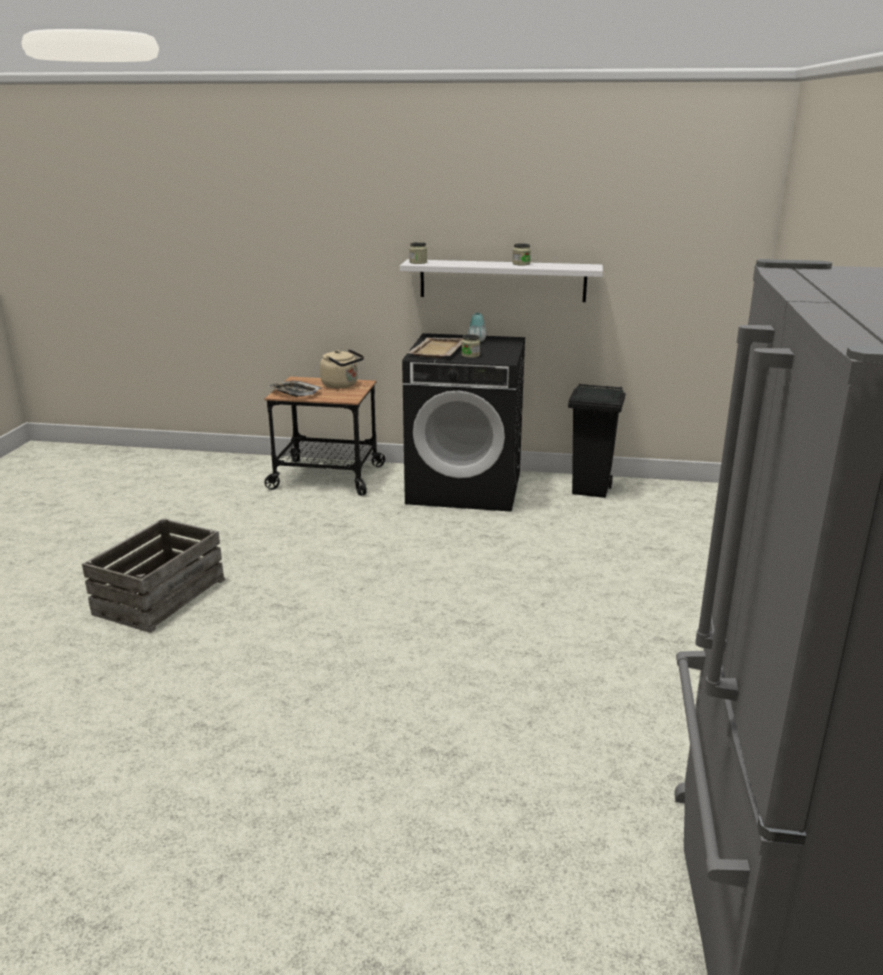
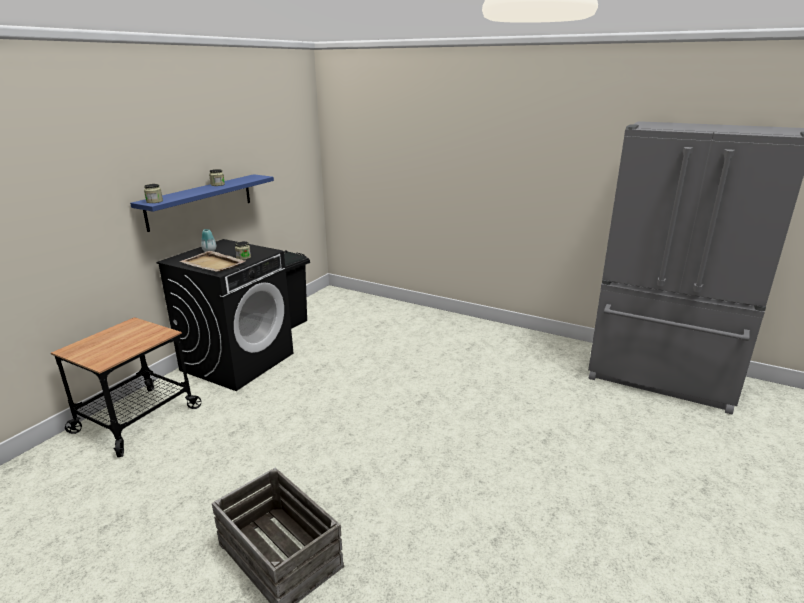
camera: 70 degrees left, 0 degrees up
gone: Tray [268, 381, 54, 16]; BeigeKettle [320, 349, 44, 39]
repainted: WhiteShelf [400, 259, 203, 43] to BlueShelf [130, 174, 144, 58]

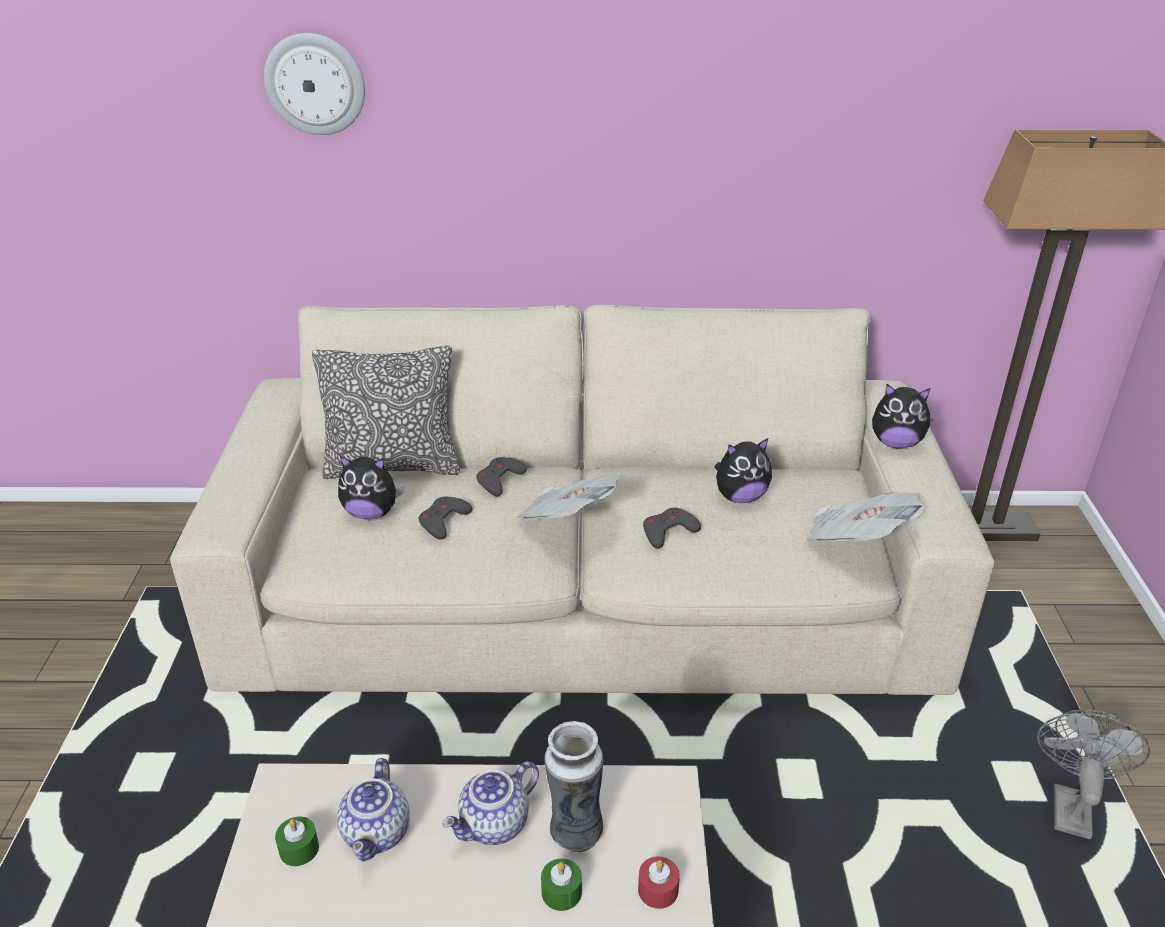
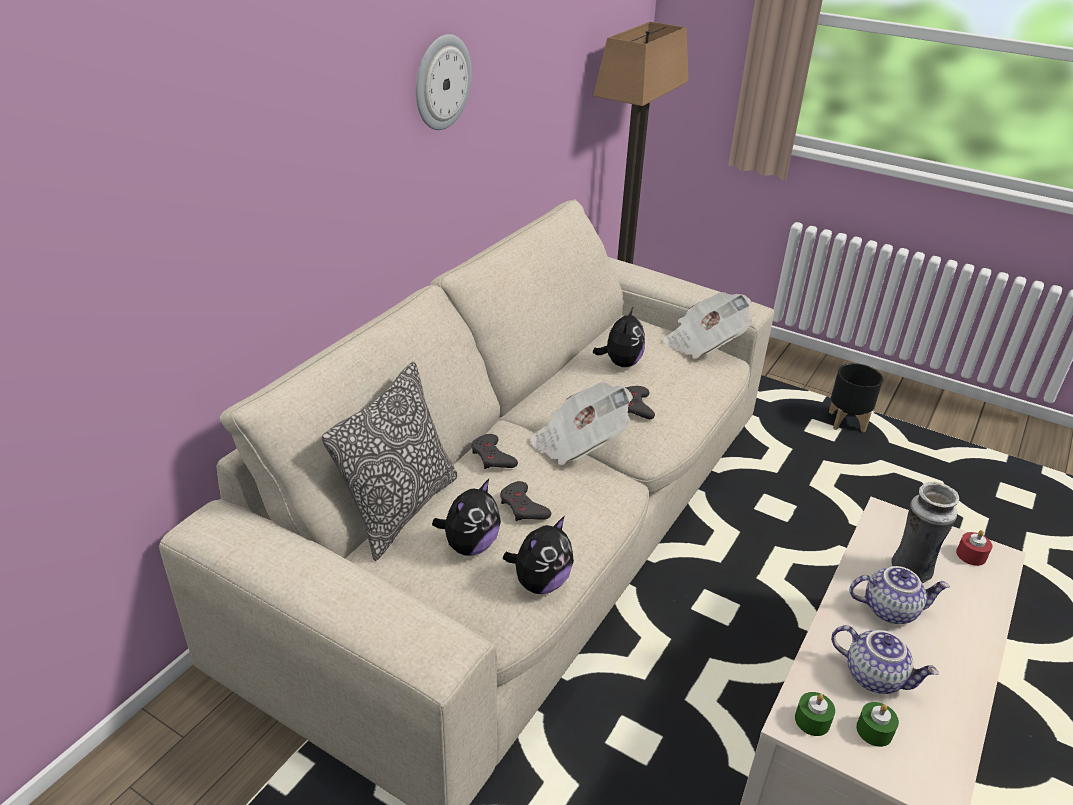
camera: 60 degrees left, 0 degrees up
shifted: WallClock [264, 33, 101, 102] to [416, 34, 56, 96]; PlushToy [872, 384, 61, 65] to [503, 517, 71, 77]; GreenCandle [541, 858, 41, 53] to [795, 692, 40, 44]
swapped: GreyFan [1037, 709, 113, 130] to BlackPlanter [829, 363, 54, 69]
rotated: Teapot [442, 761, 97, 84] = [849, 566, 101, 58] 75 degrees counterclockwise

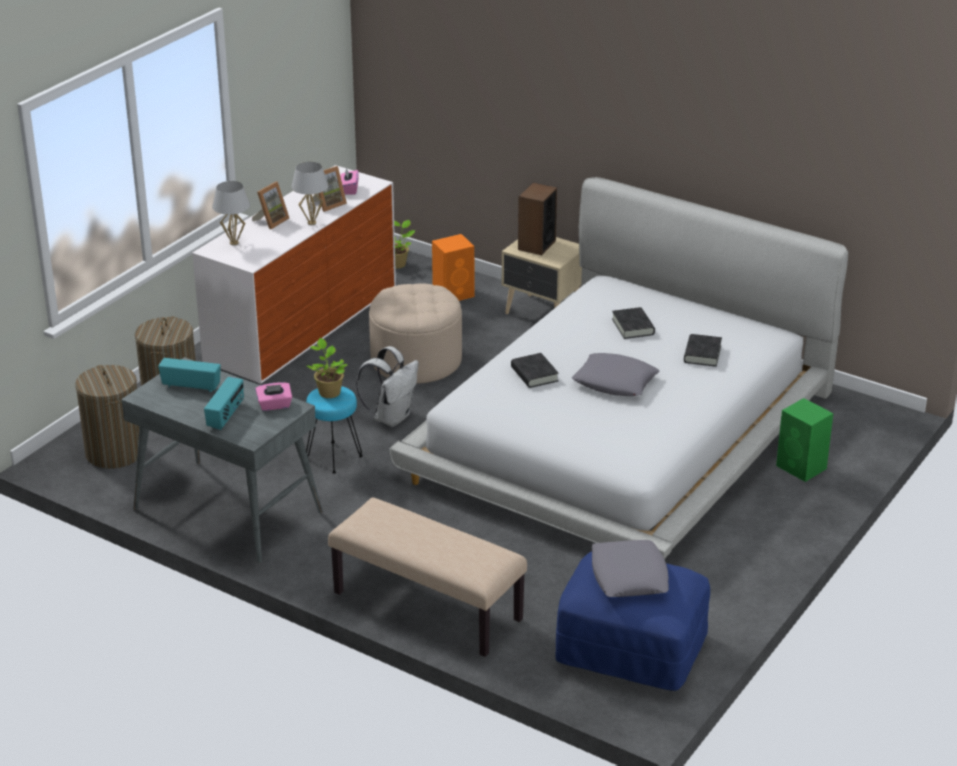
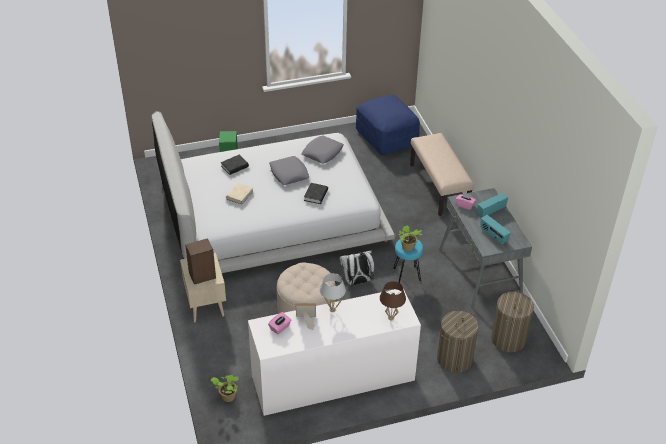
camera: 140 degrees left, 10 degrees up
gone: PictureFrame [252, 182, 38, 47]; OrangeSpeaker [432, 234, 42, 67]
shifted: GreyPillow [592, 540, 77, 57] to [301, 136, 43, 28]
repainted: BlackBook [612, 307, 43, 32] to BeigeBook [226, 183, 27, 22]; WhiteTableLamp [212, 181, 38, 64] to BrownTableLamp [380, 281, 26, 39]

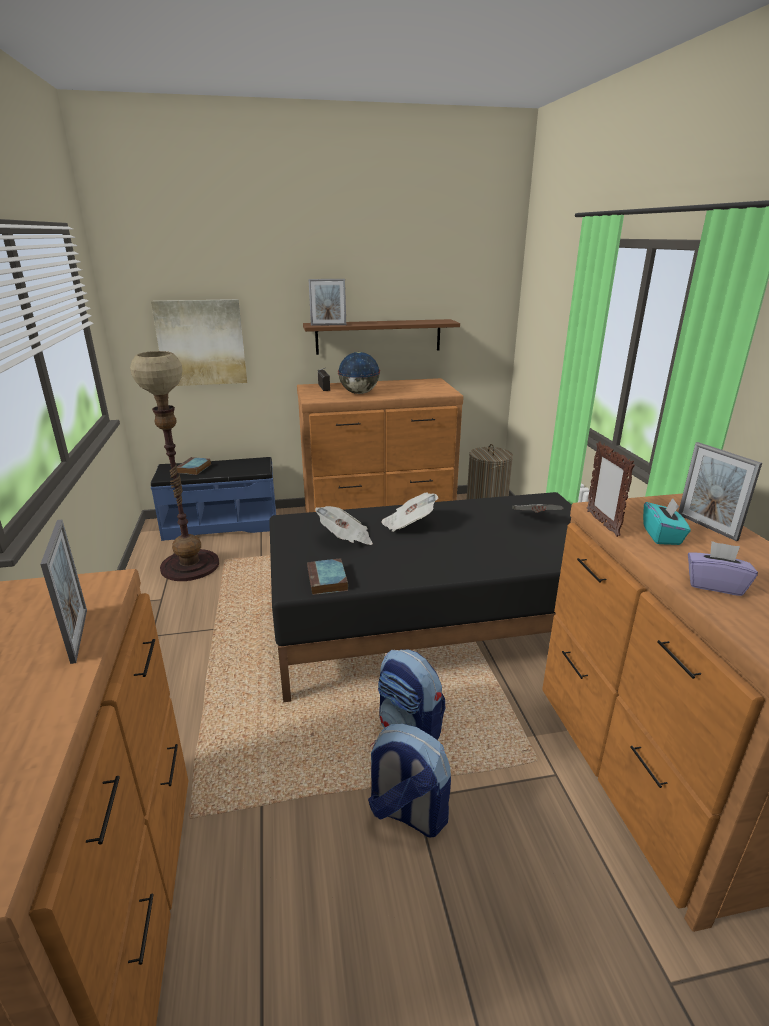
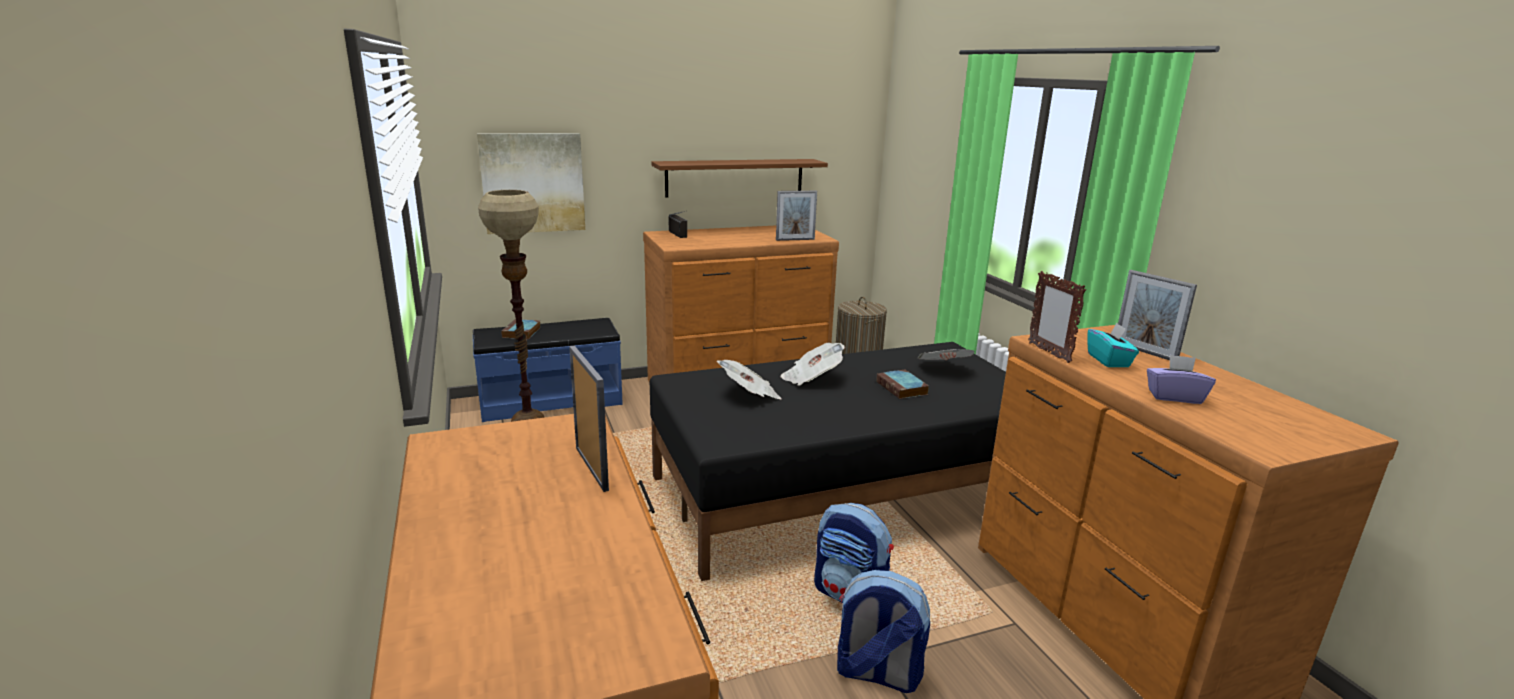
camera: 10 degrees left, 5 degrees down
gone: Globe [338, 352, 42, 42]
shifted: PictureFrame [308, 279, 38, 47] to [776, 191, 41, 50]; Book [307, 558, 41, 37] to [876, 370, 53, 29]

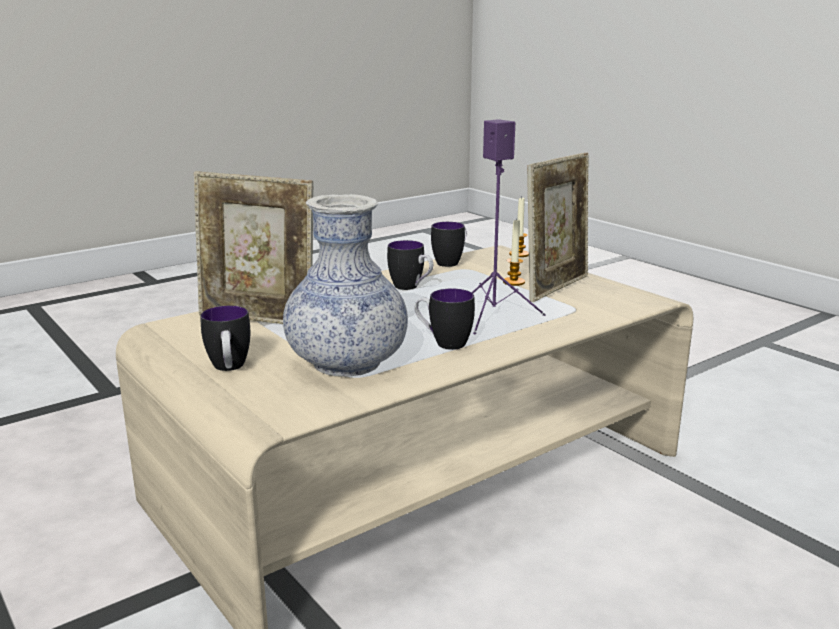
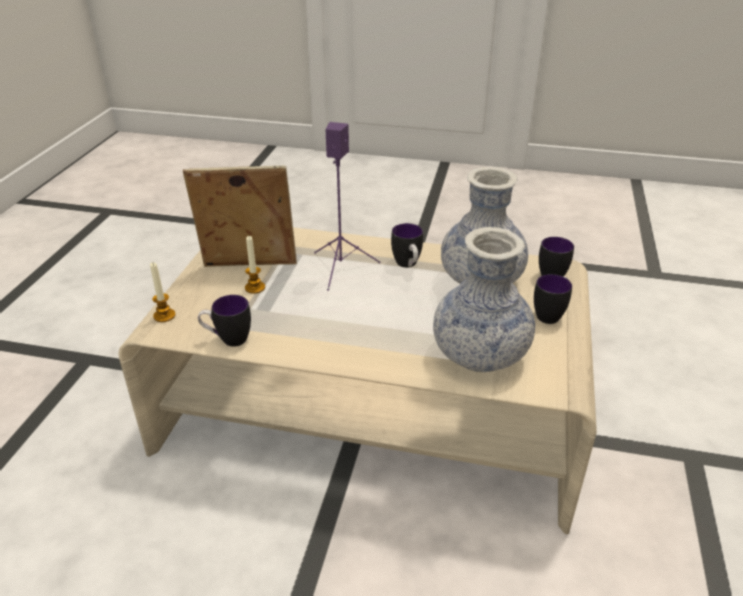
camera: 130 degrees left, 15 degrees up
shifted: Mug [387, 240, 46, 50] to [539, 237, 35, 39]
swapped: PictureFrame [194, 171, 119, 153] to Vase [433, 227, 102, 145]

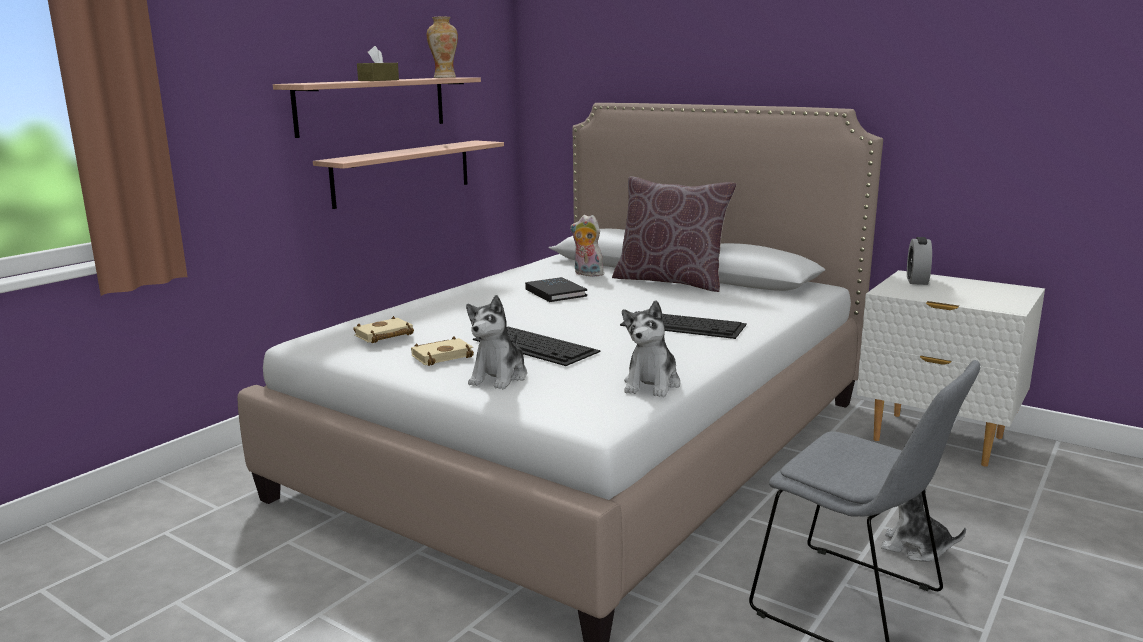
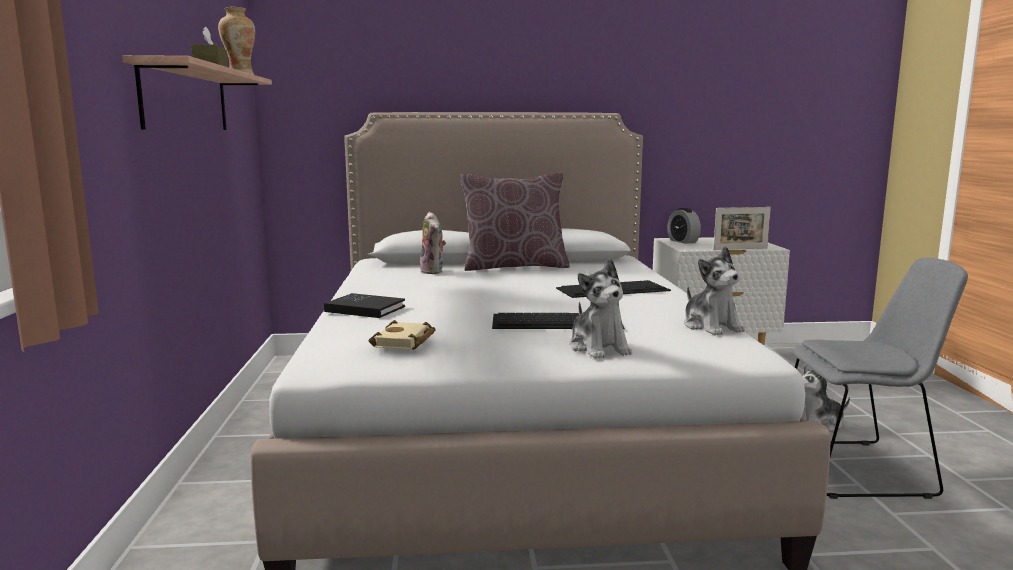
camera: 40 degrees left, 5 degrees down
gone: Shelf [313, 140, 191, 69]; BeigeBook [411, 337, 63, 29]
new: PictureFrame [713, 207, 58, 43]
shifted: BlackBook [525, 277, 62, 25] to [324, 293, 81, 25]
rotated: PlushToy [571, 215, 33, 62] = [420, 212, 26, 62] 105 degrees counterclockwise

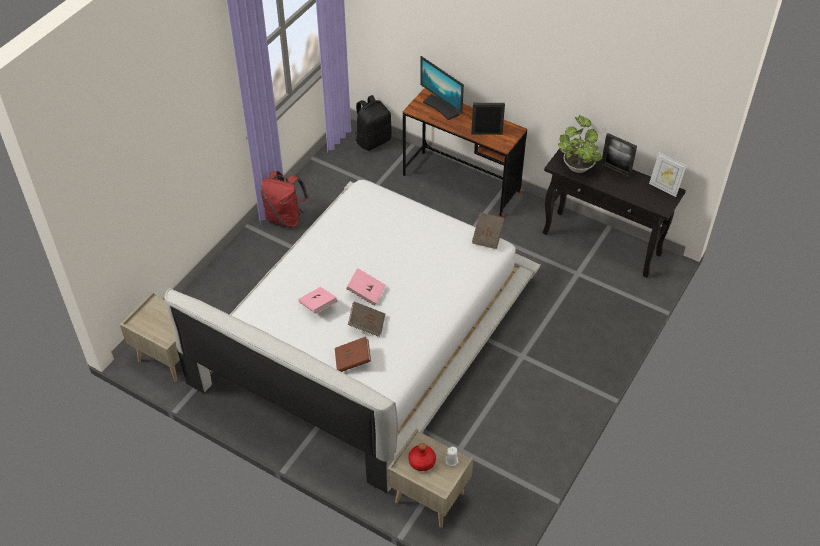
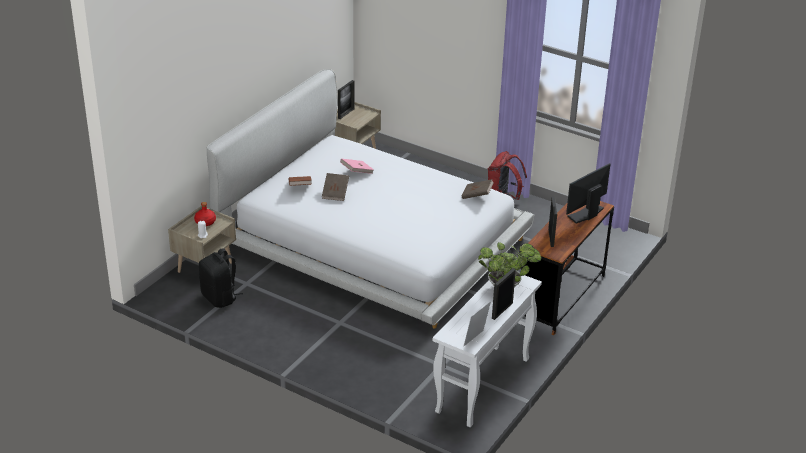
camera: 90 degrees right, 15 degrees down
gone: PinkBook [346, 268, 40, 38]
new: PictureFrame [338, 80, 17, 39]
shifted: BlackBackpack [355, 95, 37, 55] to [199, 248, 44, 60]; BrownBook [472, 213, 33, 36] to [461, 179, 33, 20]
repainted: BlackConsoleTable [543, 148, 143, 130] to WhiteConsoleTable [433, 275, 109, 152]

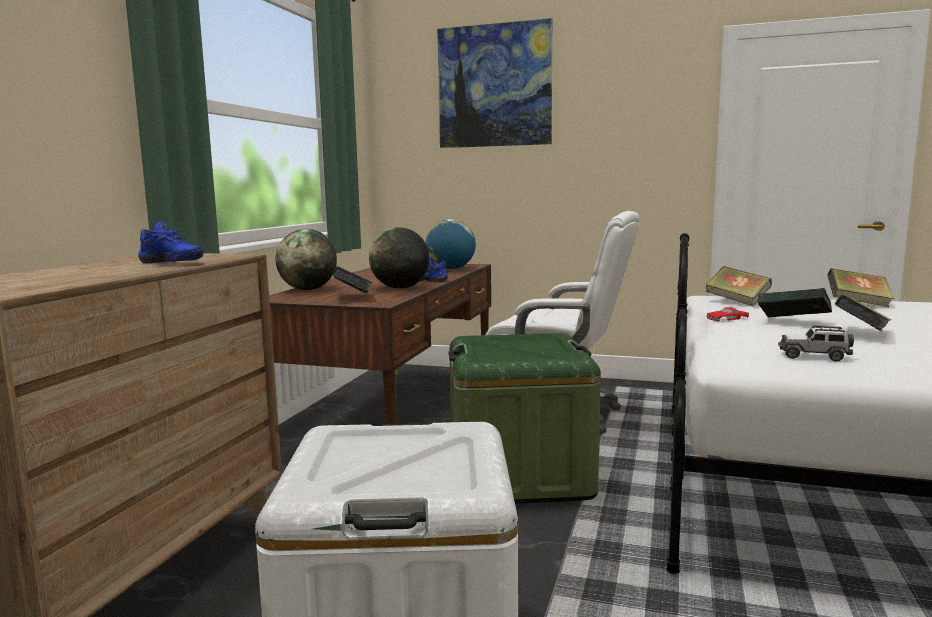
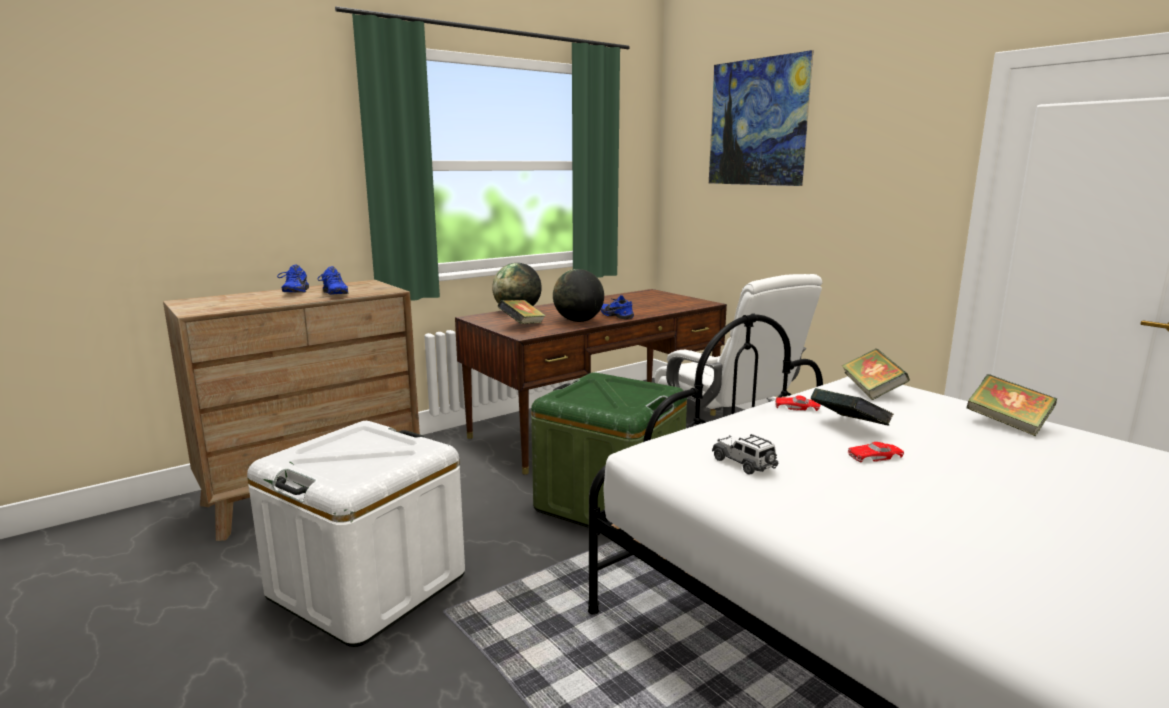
camera: 35 degrees right, 5 degrees up
gone: Globe [426, 219, 50, 51]
new: BlueShoe [277, 264, 32, 29]
swapped: Book [835, 295, 56, 36] to RedToyCar [847, 442, 57, 20]

